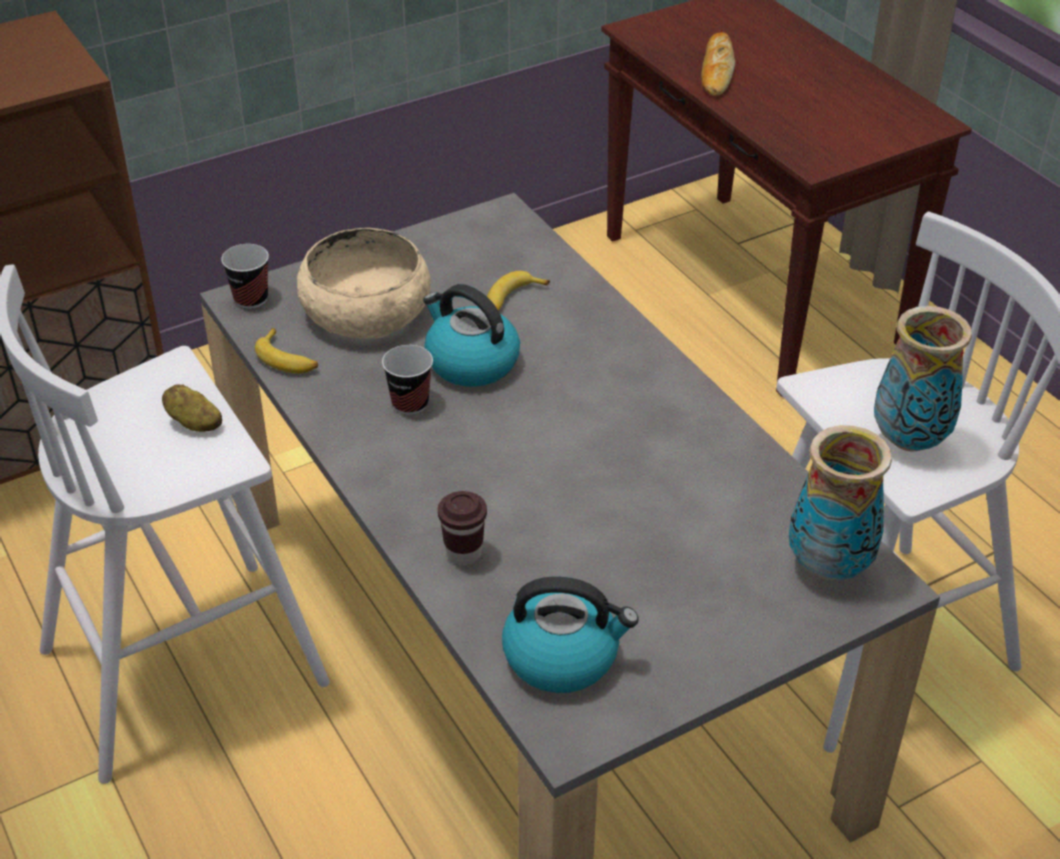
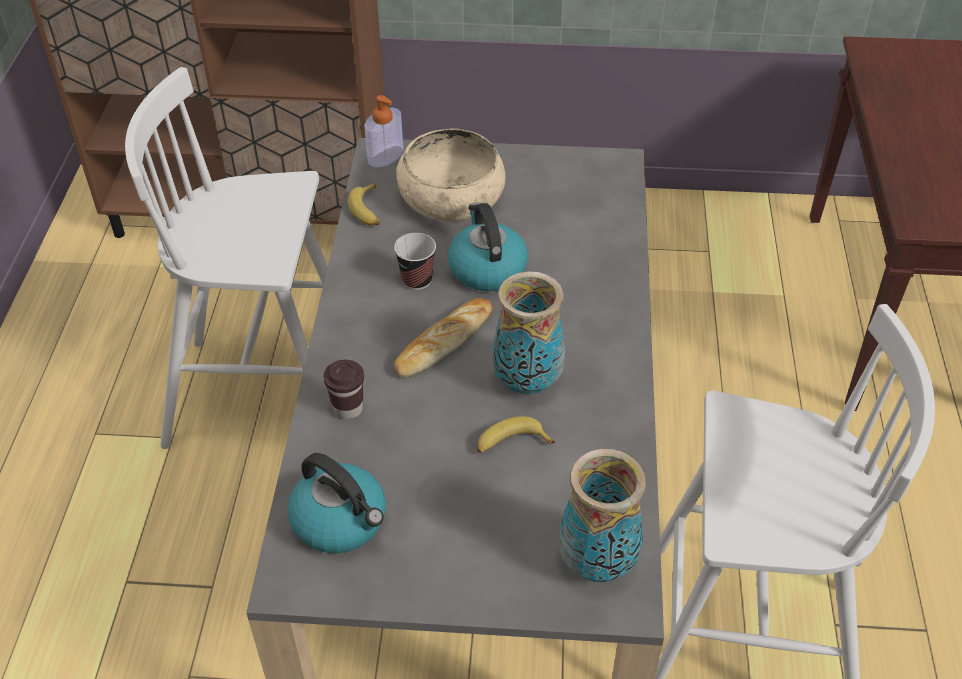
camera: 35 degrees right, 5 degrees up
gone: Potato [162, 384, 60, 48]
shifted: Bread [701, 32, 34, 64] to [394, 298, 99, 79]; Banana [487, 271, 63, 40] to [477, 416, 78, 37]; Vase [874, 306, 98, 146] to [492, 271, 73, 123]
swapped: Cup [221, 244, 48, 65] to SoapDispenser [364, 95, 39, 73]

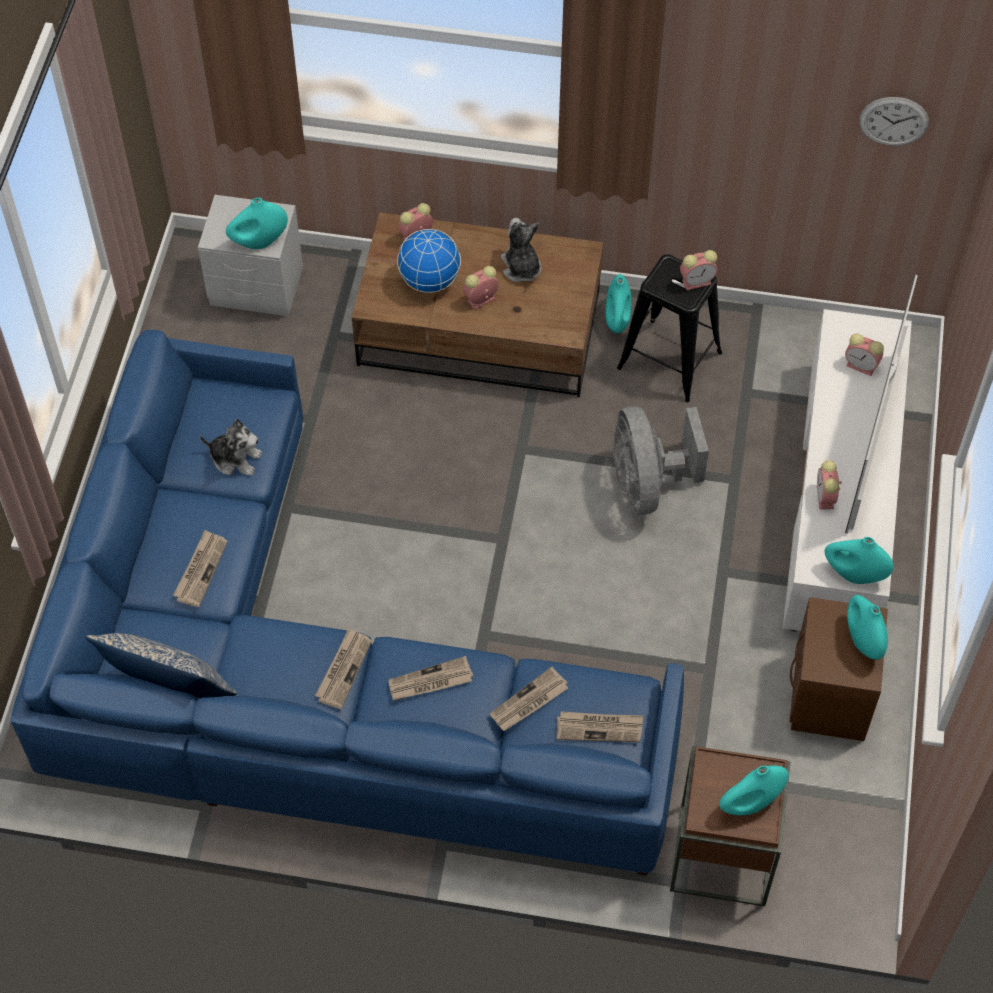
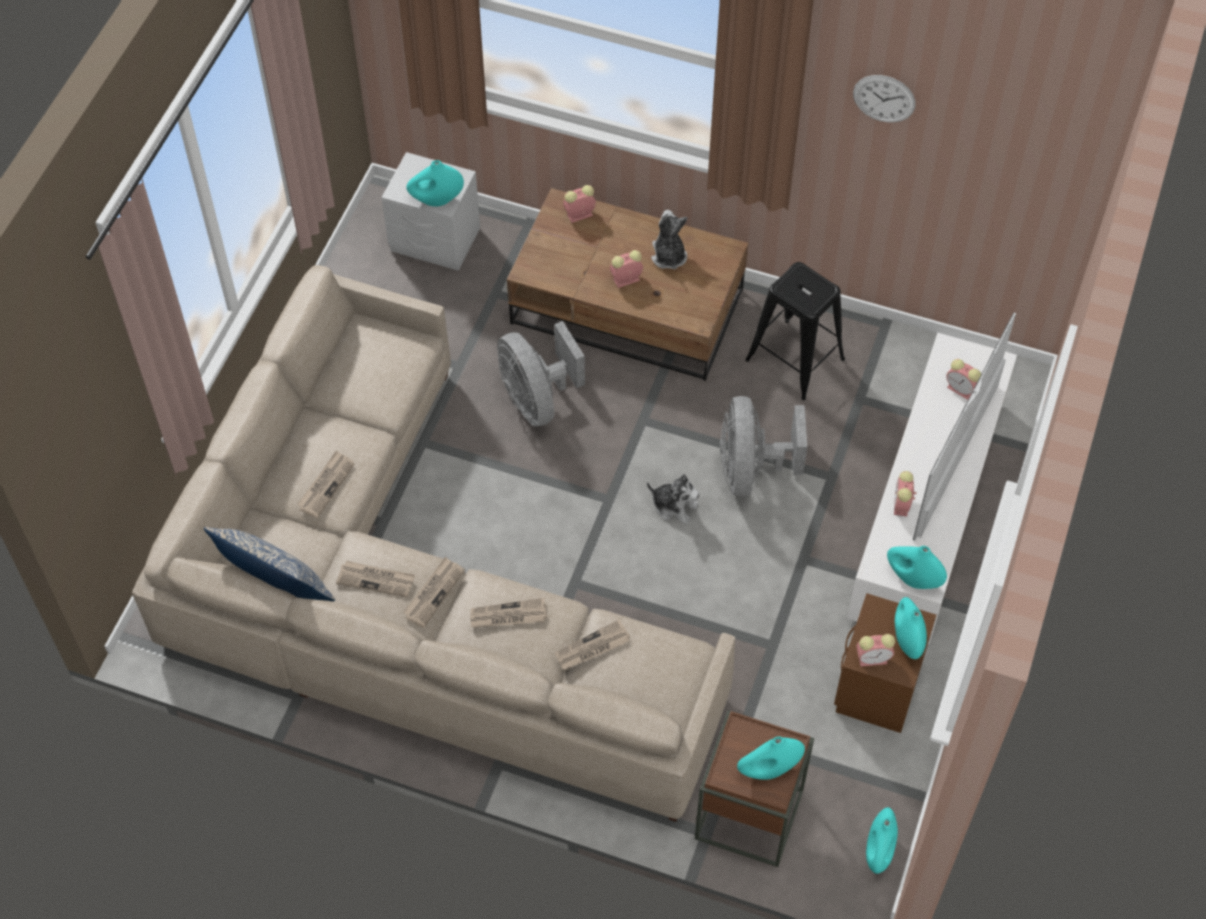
camera: 10 degrees right, 0 degrees up
gone: Globe [397, 229, 64, 64]
new: GreyFan [497, 321, 88, 106]
shifted: Newspaper [557, 711, 86, 31] to [336, 561, 79, 36]; PlushToy [200, 419, 62, 57] to [647, 474, 52, 50]; WallClock [859, 97, 70, 49] to [853, 75, 62, 48]; AlarmClock [680, 250, 37, 40] to [857, 634, 38, 33]; TurquoiseVase [605, 274, 27, 59] to [866, 807, 32, 67]
repainted: BlueSofa [10, 330, 674, 546] to BeigeSofa [132, 265, 603, 557]

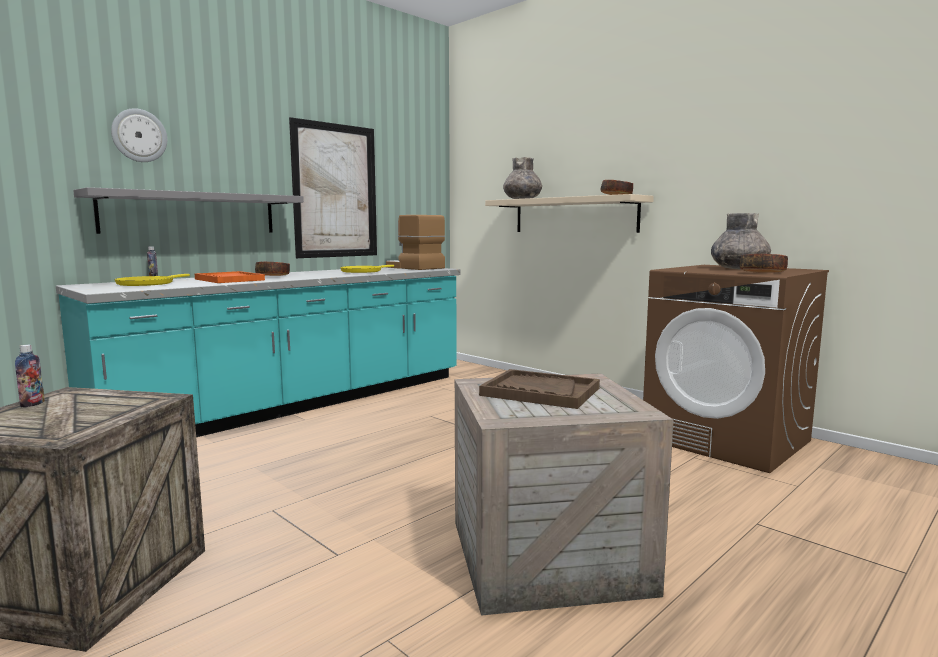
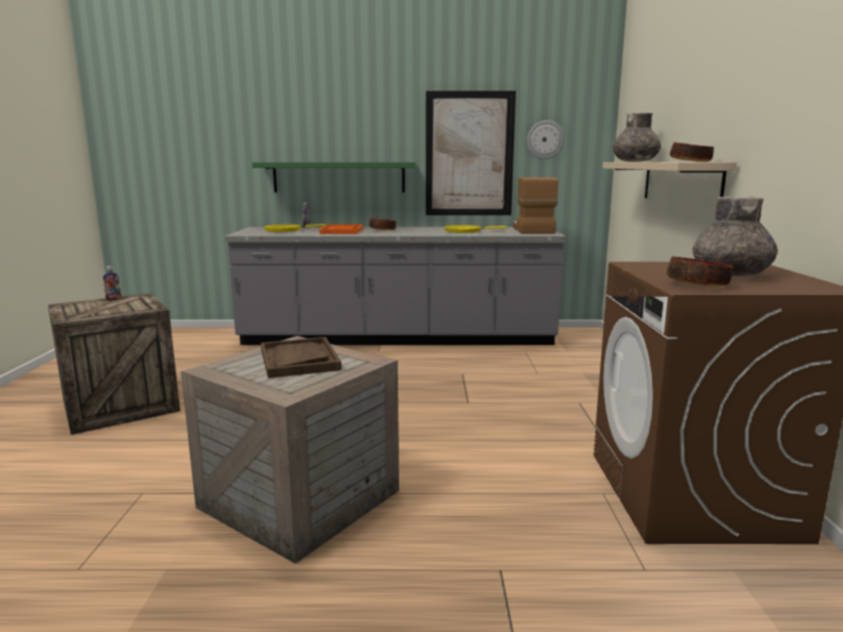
camera: 45 degrees right, 5 degrees up
shifted: WallClock [111, 108, 56, 54] to [527, 120, 37, 39]
repainted: TurquoiseCounter [56, 267, 404, 170] to GreyCounter [225, 227, 341, 118]; GreyShelf [73, 187, 231, 47] to GreenShelf [252, 162, 164, 30]

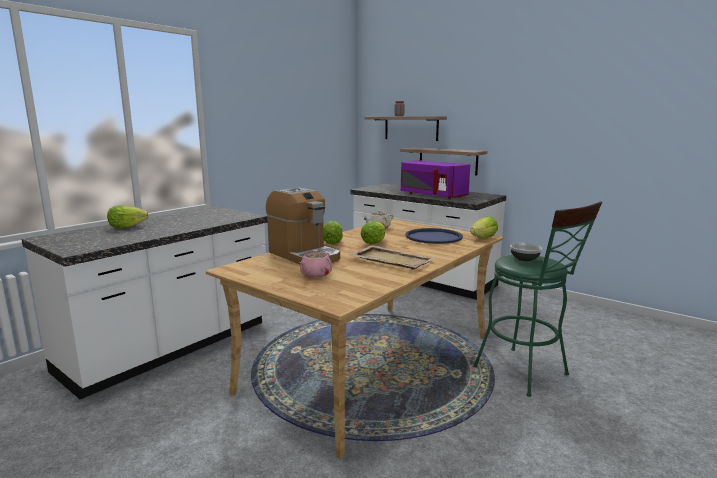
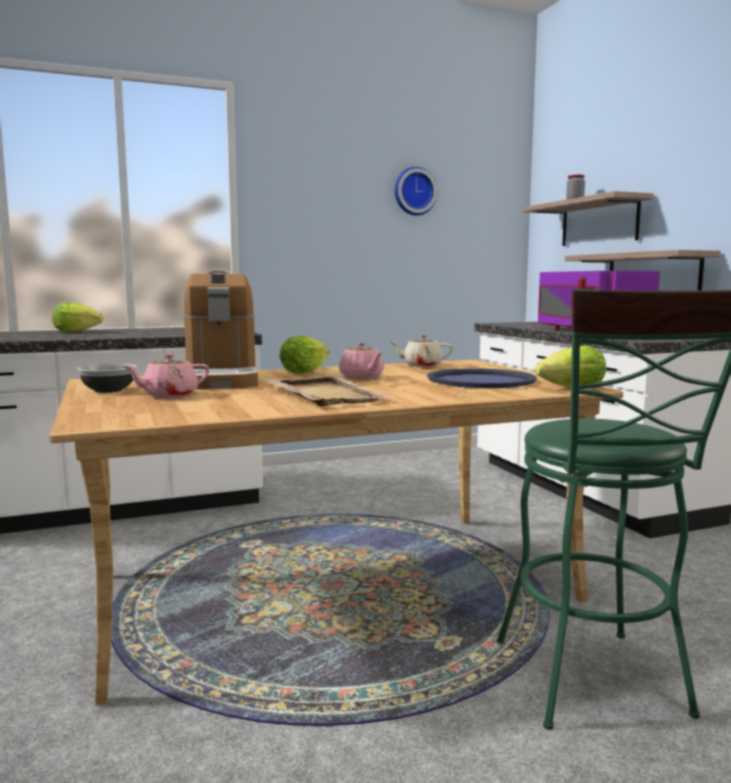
camera: 30 degrees right, 5 degrees down
new: WallClock [395, 167, 42, 49]
shifted: Bowl [510, 243, 32, 19] to [78, 363, 59, 30]
swapped: Lettuce [361, 221, 25, 23] to PinkTeapot [339, 342, 45, 37]

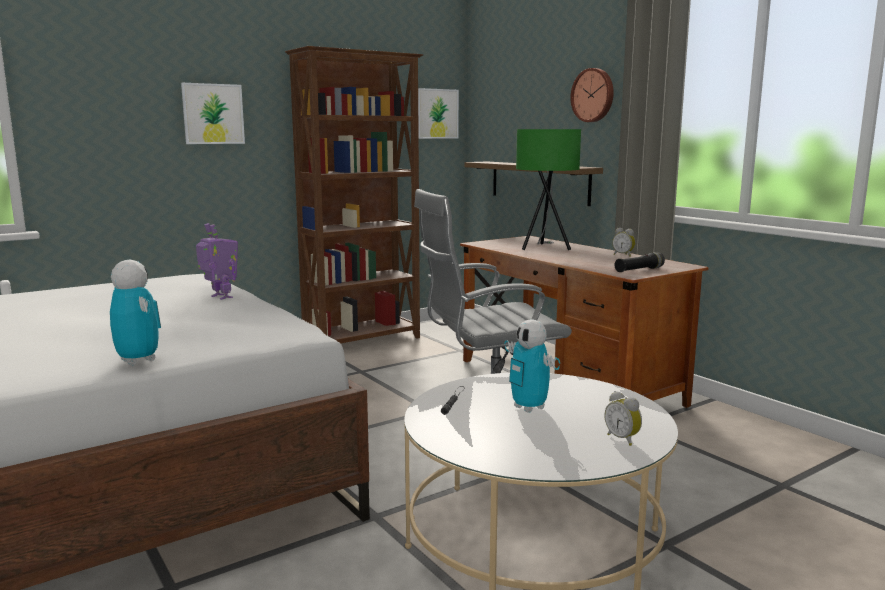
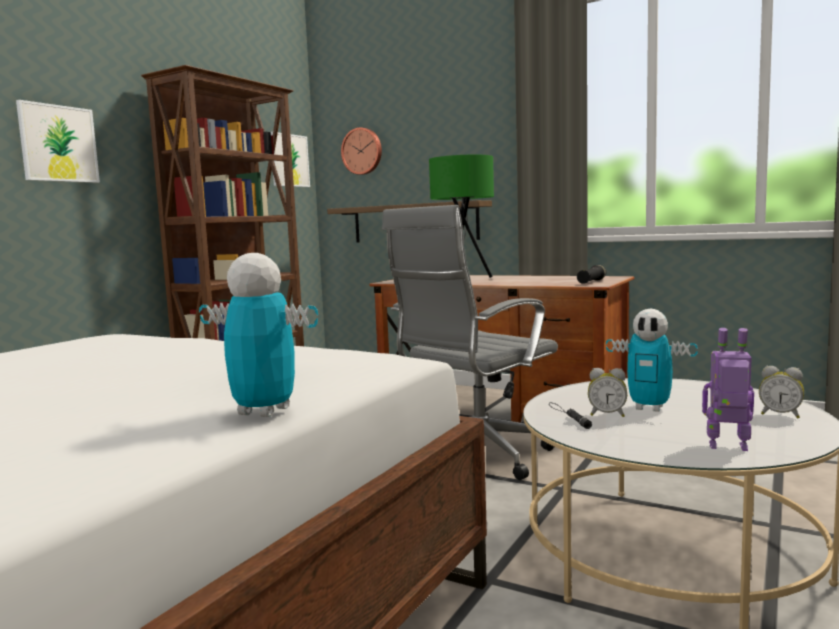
camera: 25 degrees left, 5 degrees down
shifted: WallClock [570, 68, 44, 54] to [341, 127, 41, 48]; AlarmClock [612, 228, 23, 28] to [588, 368, 39, 49]; ToyRobot [196, 223, 42, 77] to [702, 328, 52, 123]

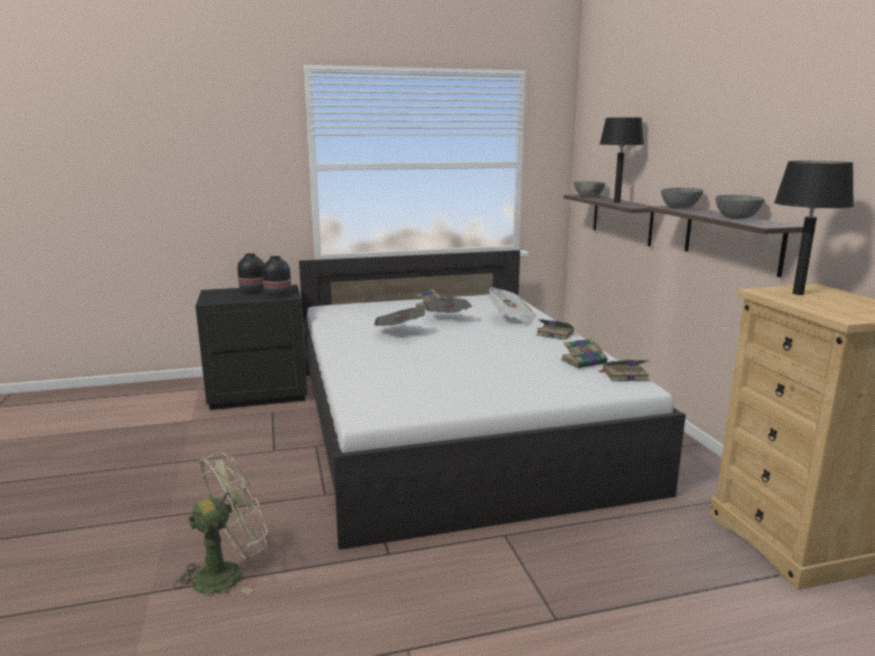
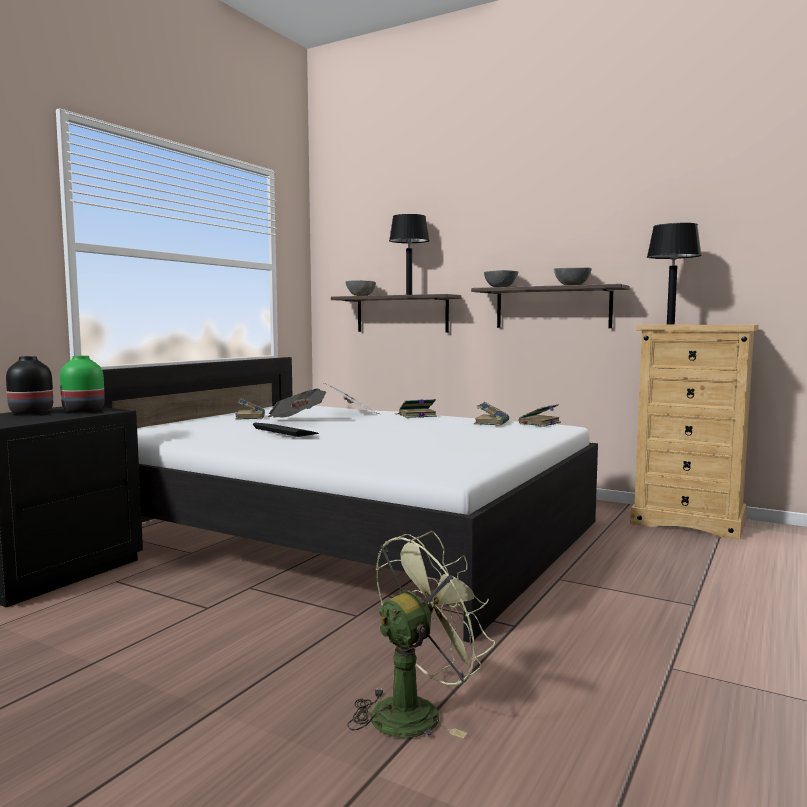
camera: 45 degrees left, 10 degrees down
swapped: Newspaper [374, 308, 51, 18] to Keyboard [253, 422, 66, 15]
repainted: BlackVase [262, 256, 29, 40] to GreenVase [60, 356, 45, 57]
rotated: GreenFan [174, 452, 94, 142] = [347, 531, 148, 207] 45 degrees clockwise

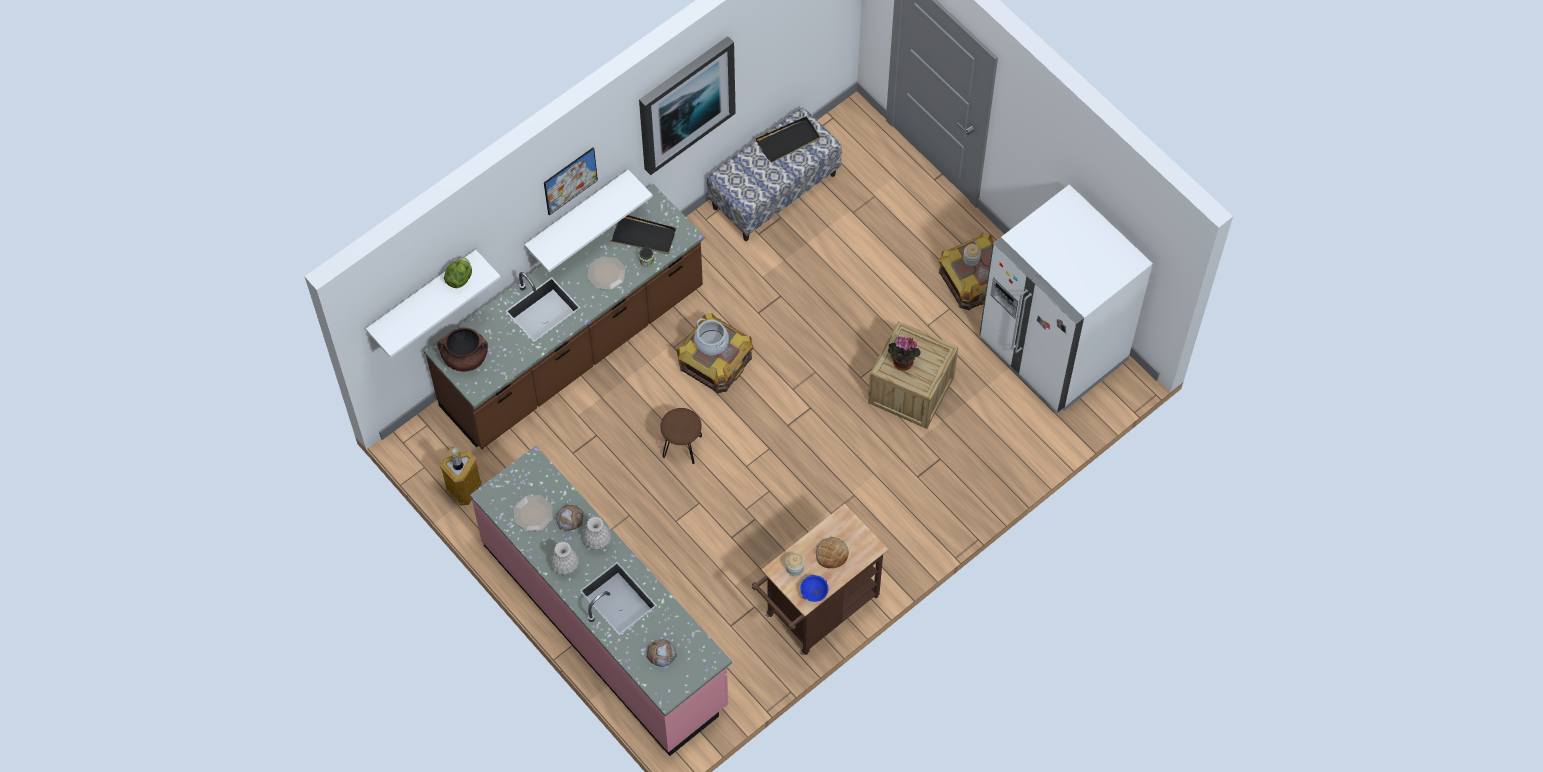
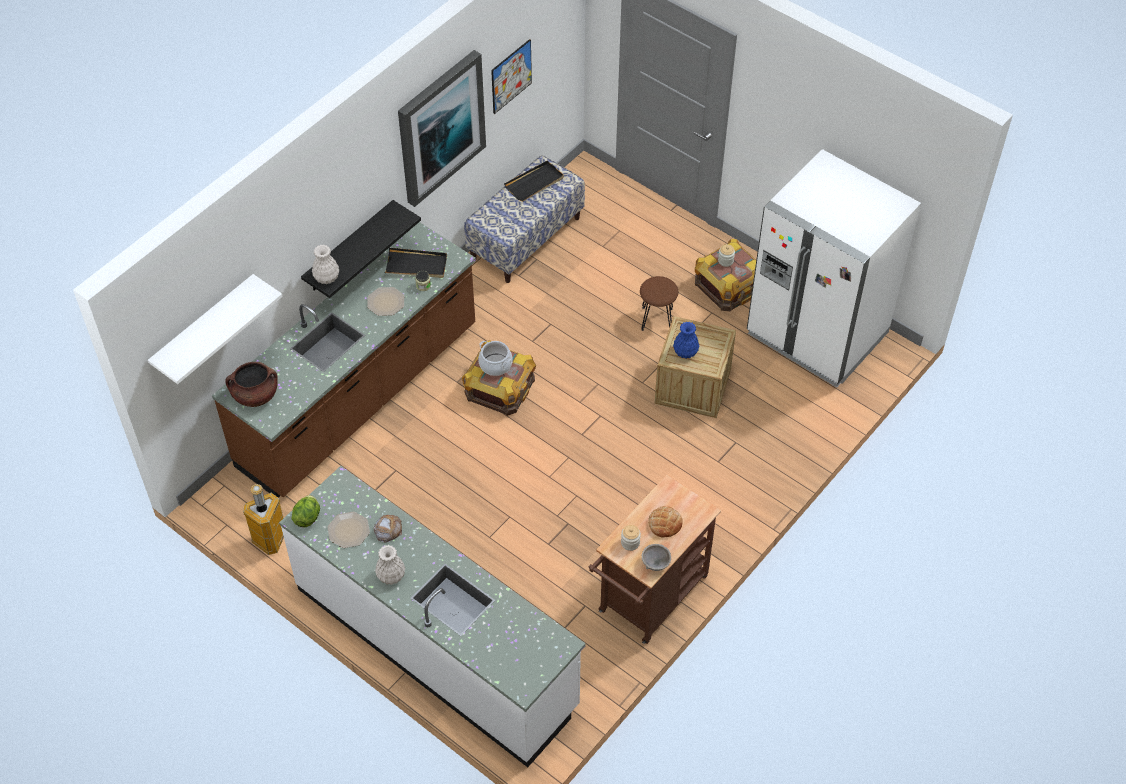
camera: 10 degrees left, 10 degrees down
gone: Bread [646, 640, 31, 27]
shifted: Lettuce [444, 258, 28, 30] to [291, 495, 29, 33]; WhiteVase [583, 516, 28, 34] to [312, 245, 27, 39]; Picture [544, 147, 54, 69] to [491, 39, 41, 75]; BrownStool [660, 408, 42, 56] to [640, 276, 38, 55]
swapped: PottedPlant [888, 336, 33, 35] to BlueVase [673, 322, 26, 37]
repainted: PinkCounter [470, 446, 262, 310] to WhiteCounter [279, 466, 307, 301]; WhiteShelf [524, 170, 129, 102] to BlackShelf [301, 200, 120, 98]; BlueBowl [800, 575, 28, 27] to GreyBowl [642, 544, 29, 27]

